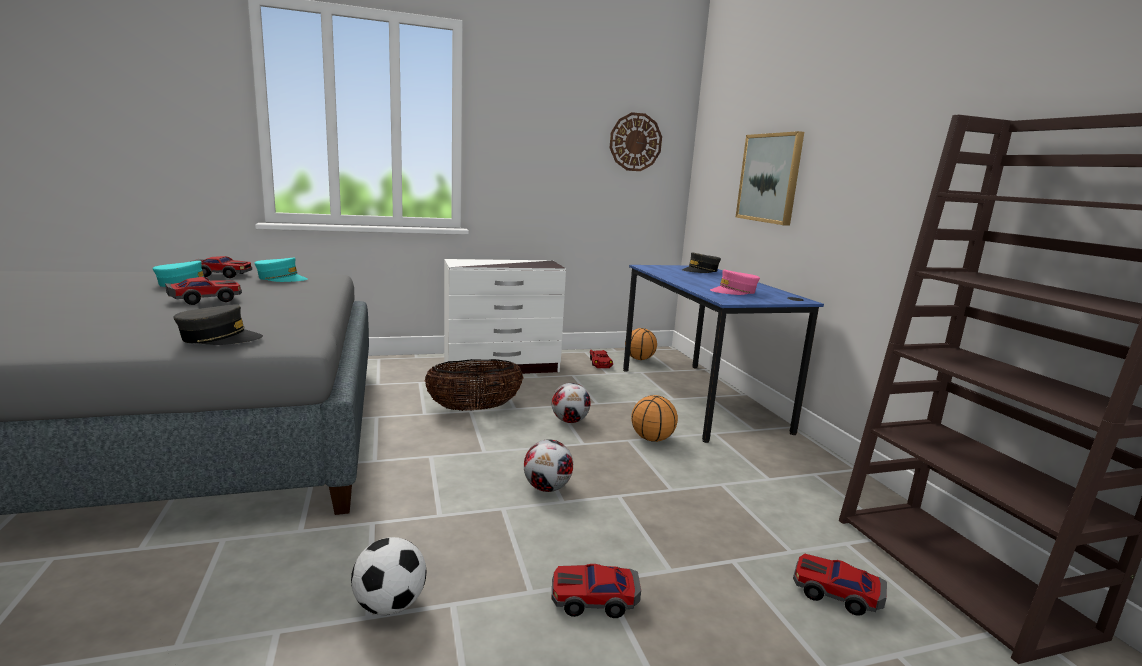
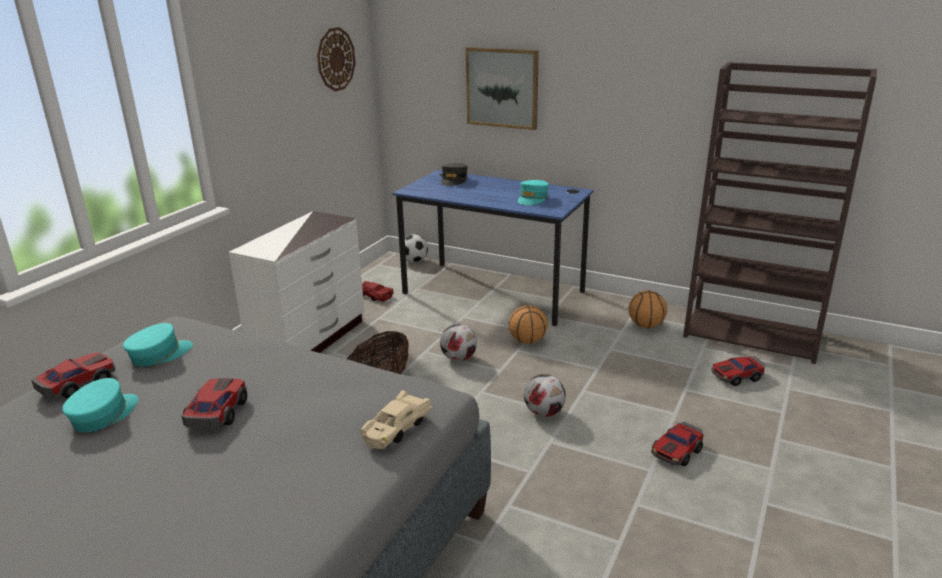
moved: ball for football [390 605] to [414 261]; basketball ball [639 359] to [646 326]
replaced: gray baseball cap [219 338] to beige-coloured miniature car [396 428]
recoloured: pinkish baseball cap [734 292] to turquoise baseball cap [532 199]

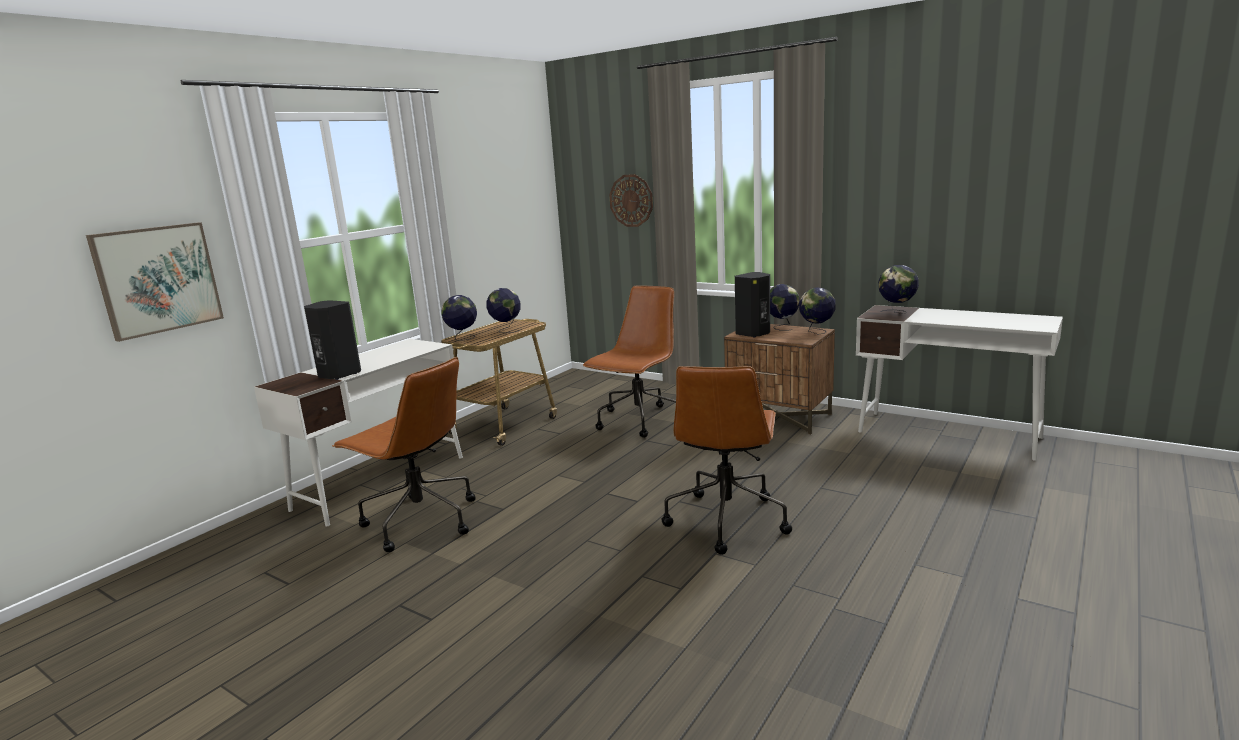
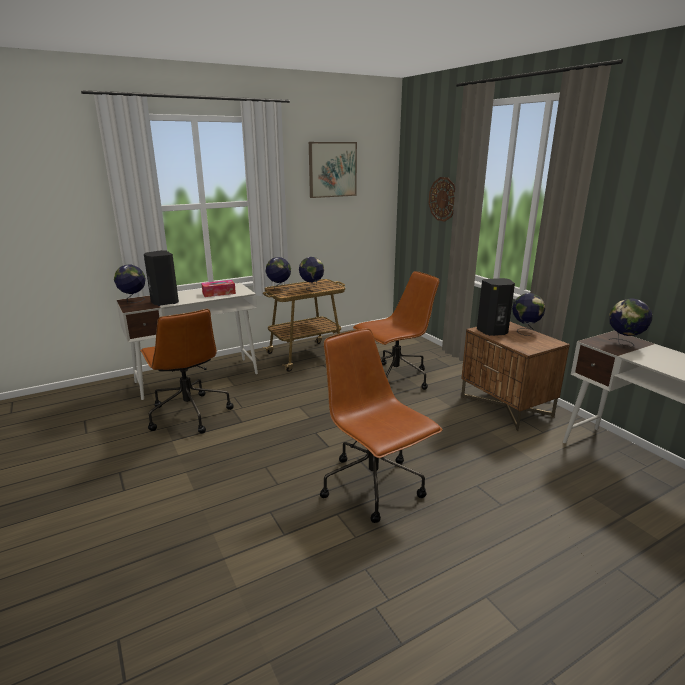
added: tissue holder [219 293]
moved: world globe [816 332] to [133 301]; picture [158 279] to [332 169]
turned: brown-coloured desk chair [726 519] = [374 487] 105 degrees clockwise

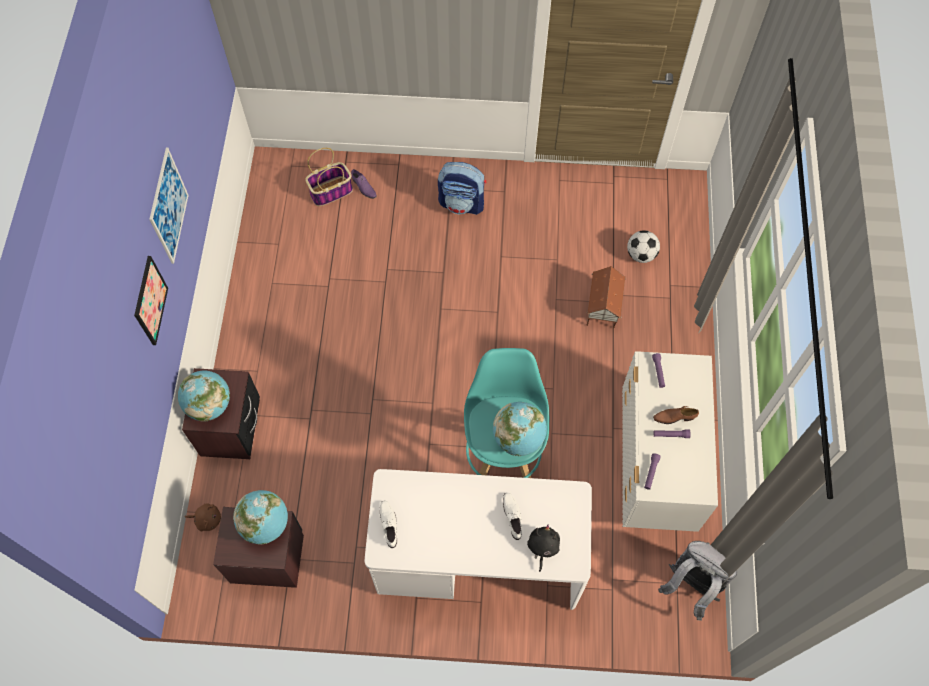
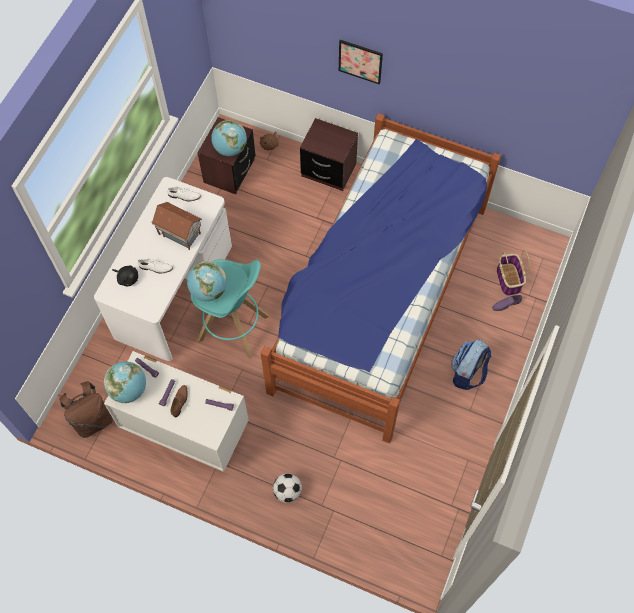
removed: picture [168 206]
added: bed [379 297]
moved: world globe [209 405] to [129 389]; miniature house [602 308] to [180 232]; ball for football [641 254] to [287 491]
recoloured: gray rucksack [690 585] to brown-coloured rucksack [92 419]

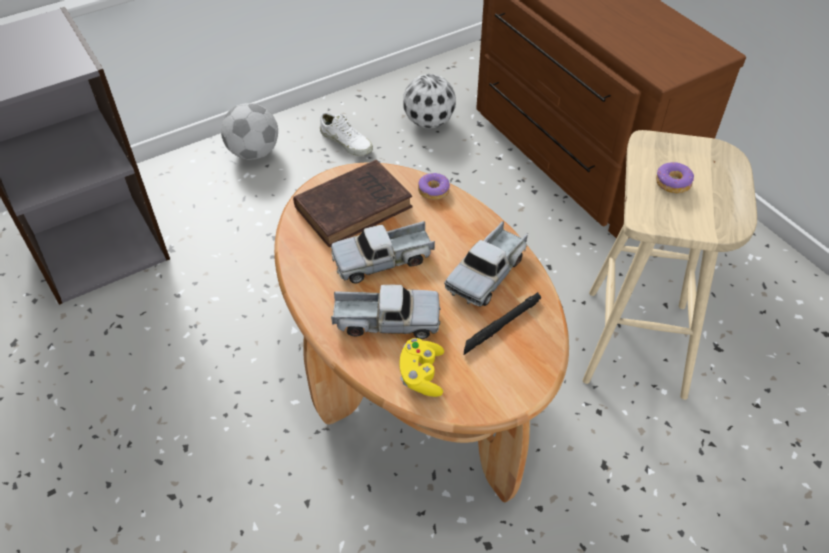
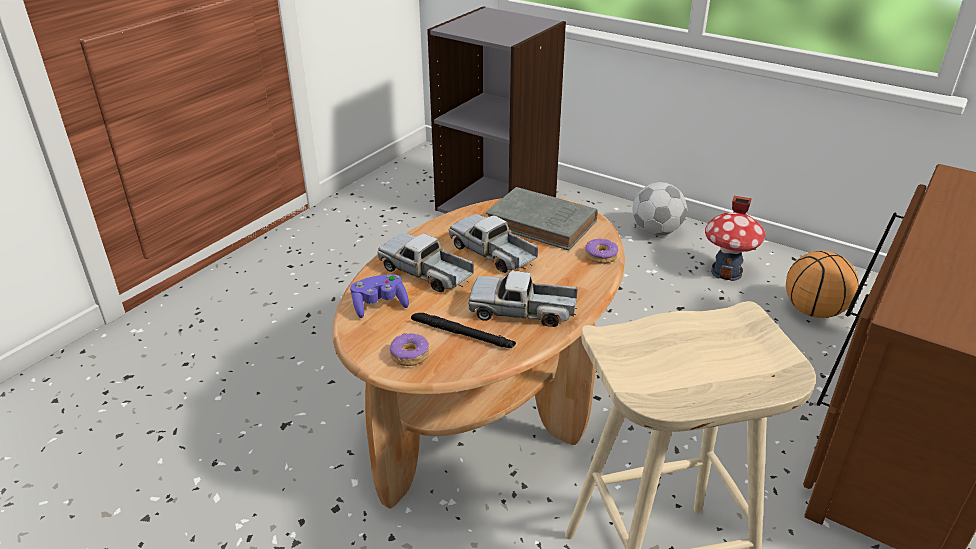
moved: ring doughnut [673 183] to [409 355]
replaced: whitish item of footwear [347 141] to miniature house [726 272]; ball for football [429 122] to basketball ball [814 311]
recoloured: yellow game controller [421 375] to purplish game controller [379 305]; brown-coloured volume [356 206] to gray volume [544 224]
turned: model truck [386 320] = [427 273] 150 degrees clockwise

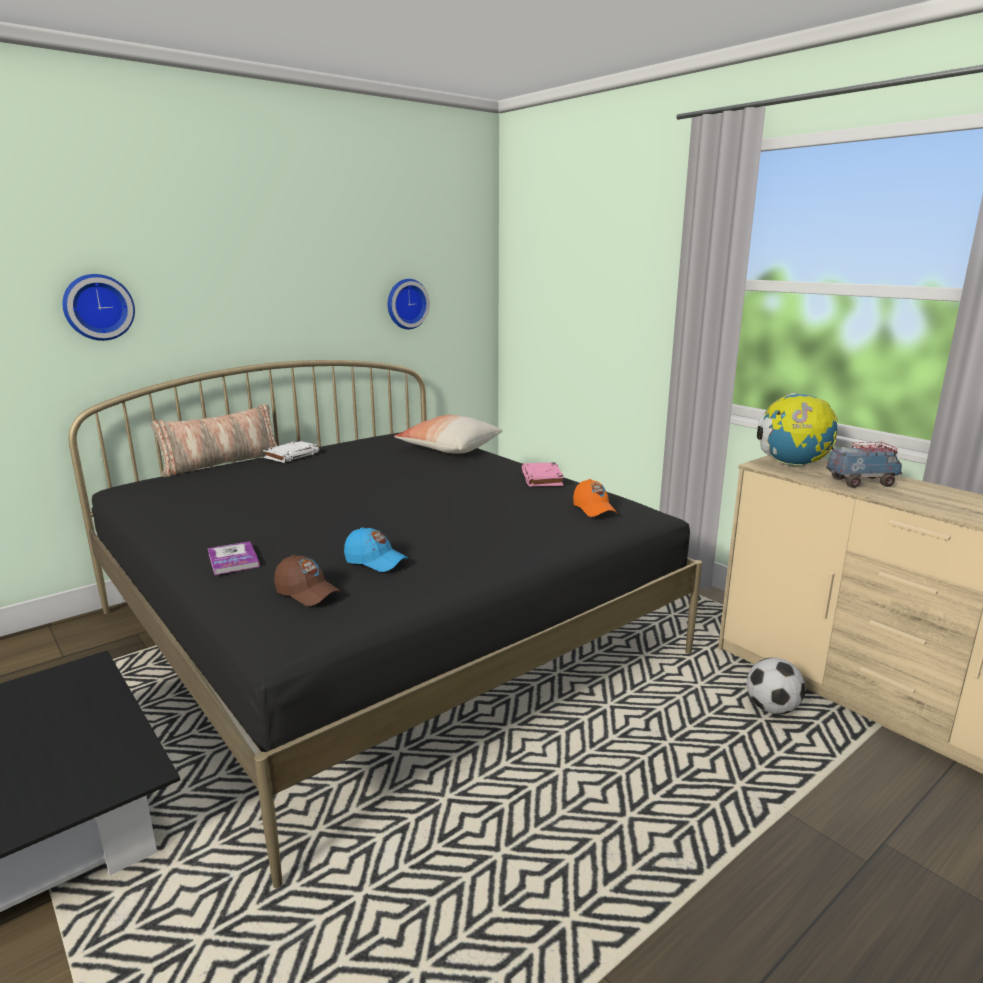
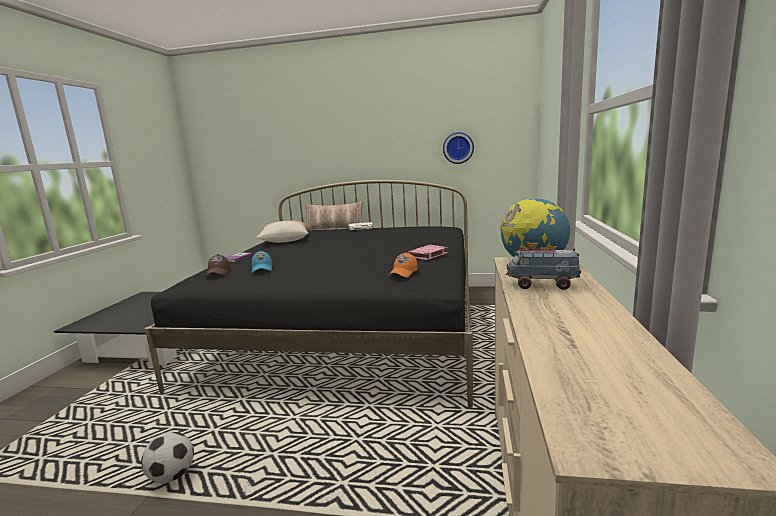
removed: wall clock [98 307]
moved: ball for football [772 708] to [172 476]; throw pillow [449 449] to [285 240]
turned: model truck [861 482] = [542 284] 150 degrees clockwise

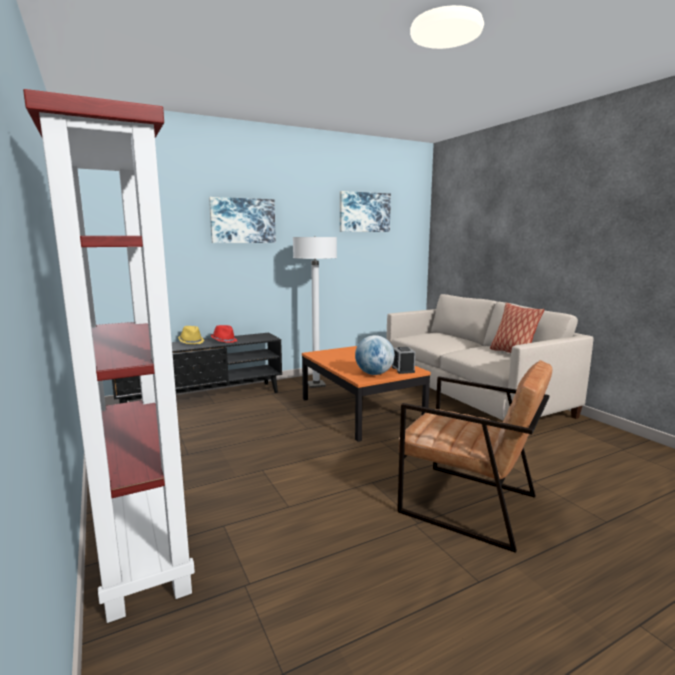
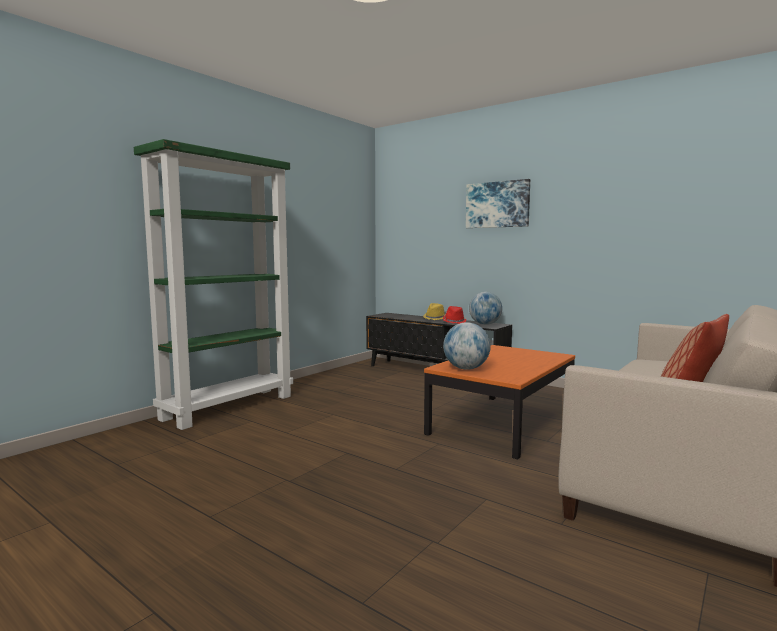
removed: whitish standing lamp [316 385]; picture [364 212]; bedside clock [403 370]; brown-coloured lounge chair [468 504]
added: world globe [485 324]
recoloured: red-coloured bookshelf [138 538] to greenish bookshelf [229 407]

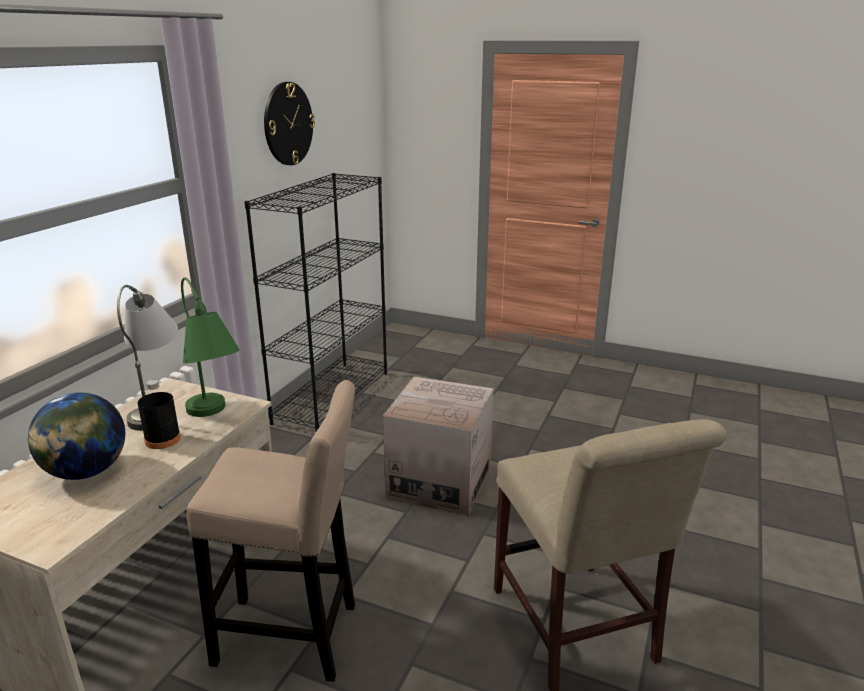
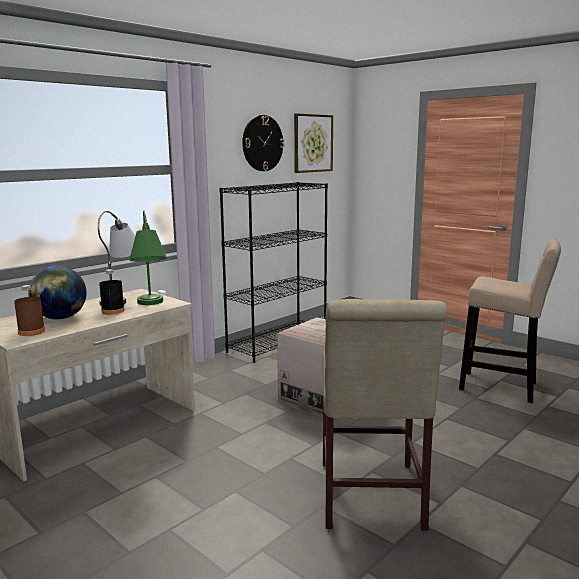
added: brown-coloured bottle [31 331]; picture [313 143]
moved: beige-coloured stool seat [294 637] to [503 387]

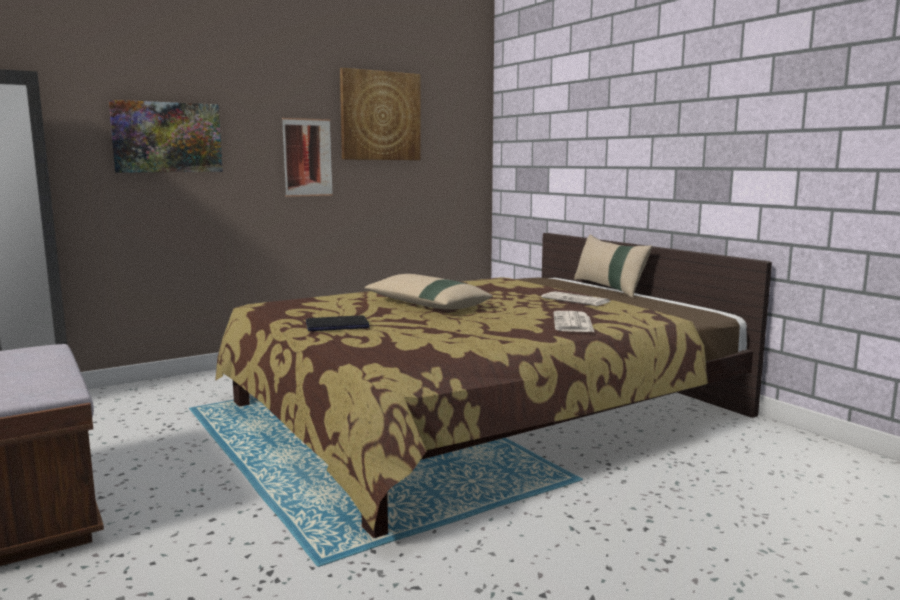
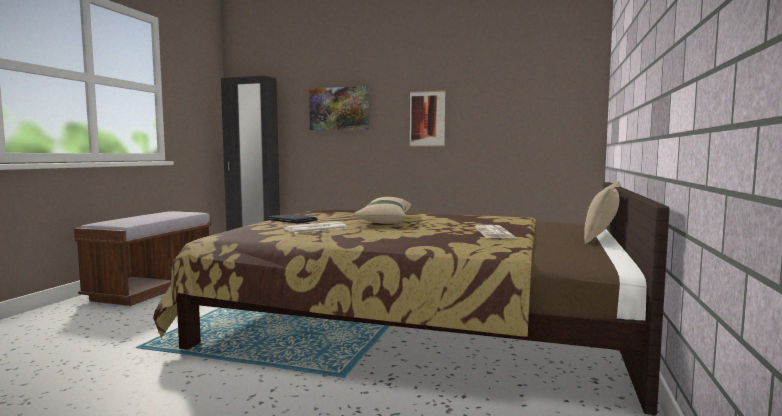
removed: picture [380 116]
moved: printed paper [573 323] to [315 229]

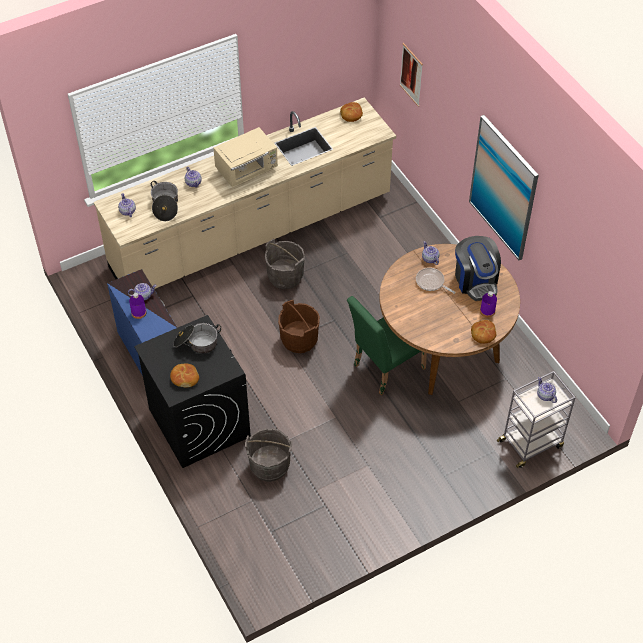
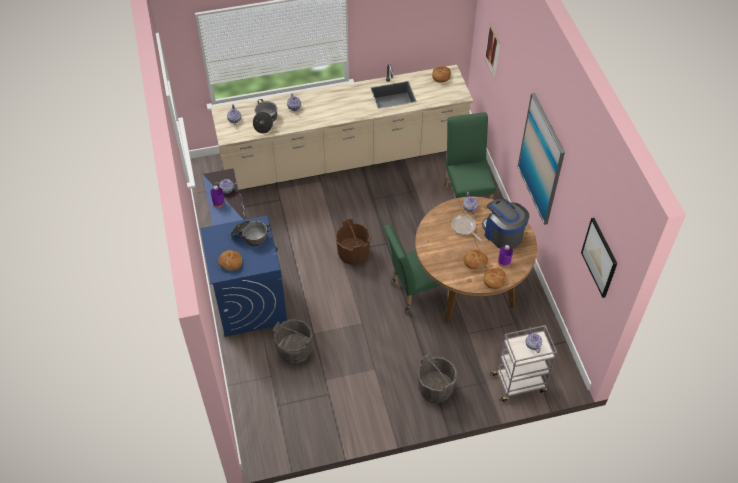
removed: beige-coloured kitchen microwave [247 170]
added: greenish plain chair [466 196]; baked bread [474 261]; picture [599 257]
moved: gray bucket [285 276] to [435 389]
recoloured: blackish laundry appliance [198 422] to bluish laundry appliance [250 302]
turned: coffee brewer [475 280] = [502 234] 150 degrees clockwise

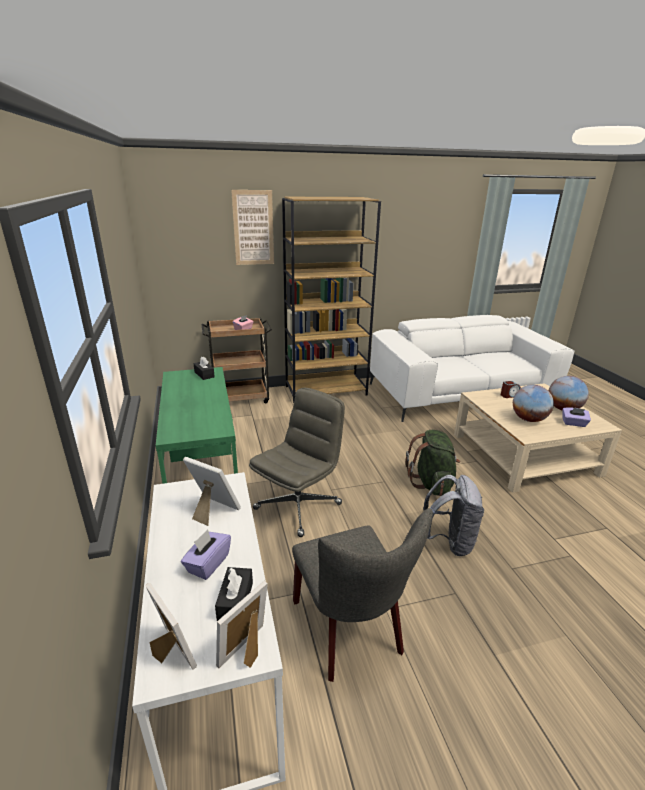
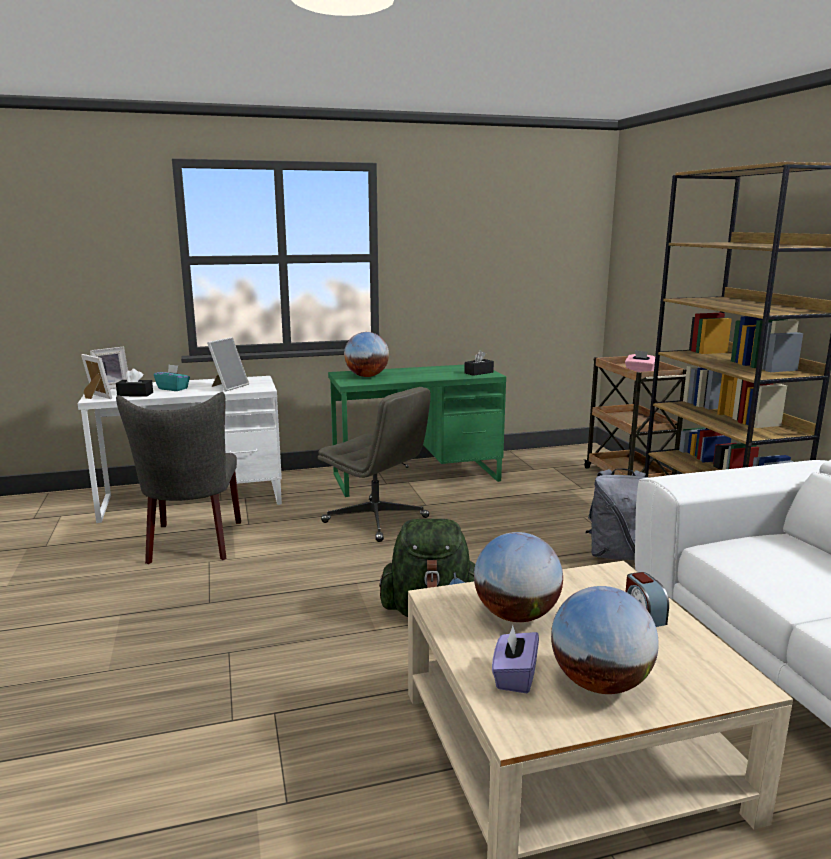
removed: picture [253 228]
added: world globe [367 376]
moved: gray rucksack [449 541] to [617 555]
recoloured: purplish tissue holder [208 563] to turquoise tissue holder [173 388]
turned: gray plain chair [351 631] = [193 544] 75 degrees counterclockwise

